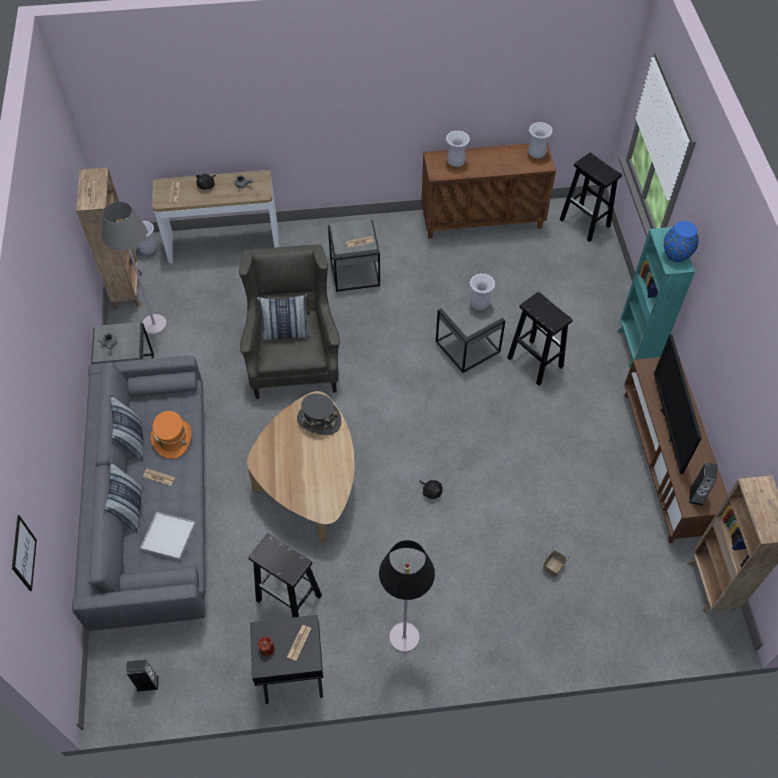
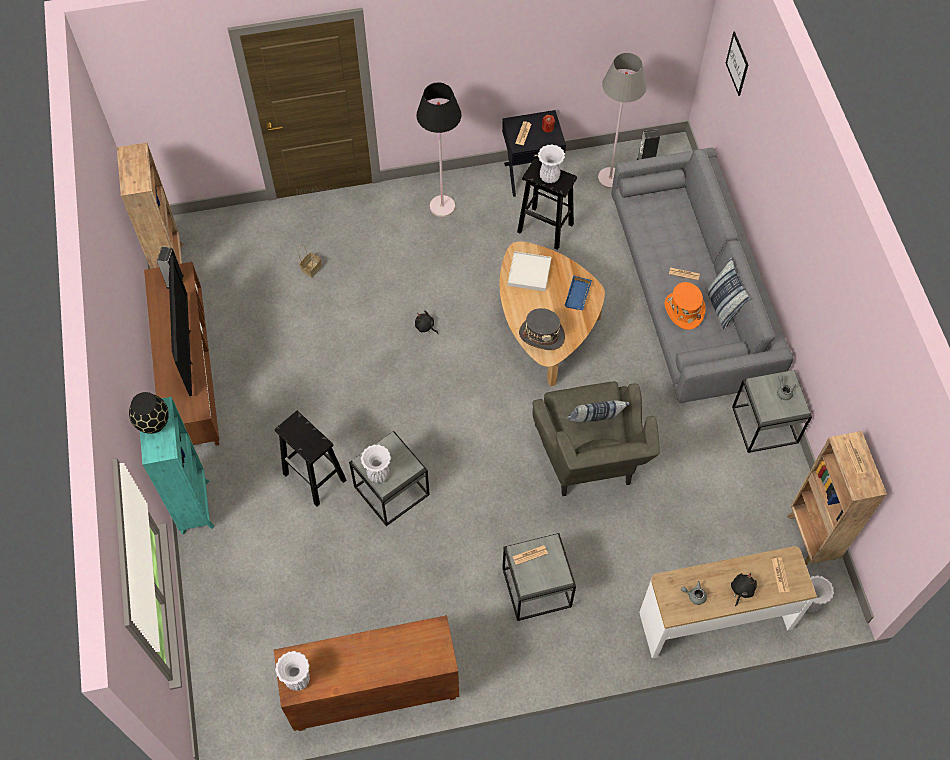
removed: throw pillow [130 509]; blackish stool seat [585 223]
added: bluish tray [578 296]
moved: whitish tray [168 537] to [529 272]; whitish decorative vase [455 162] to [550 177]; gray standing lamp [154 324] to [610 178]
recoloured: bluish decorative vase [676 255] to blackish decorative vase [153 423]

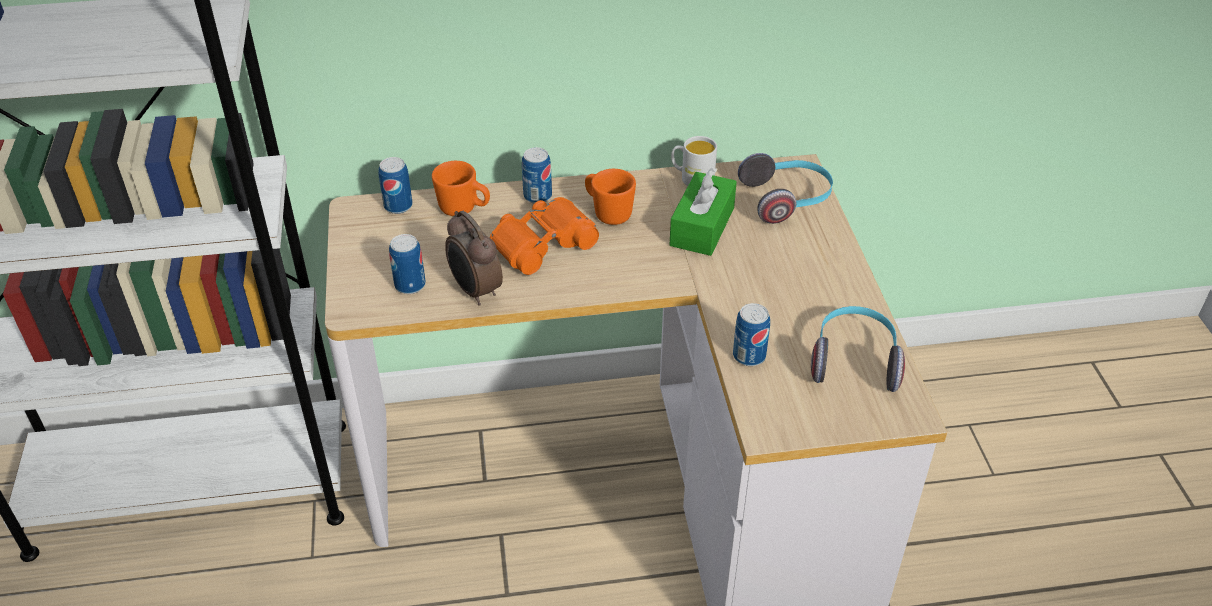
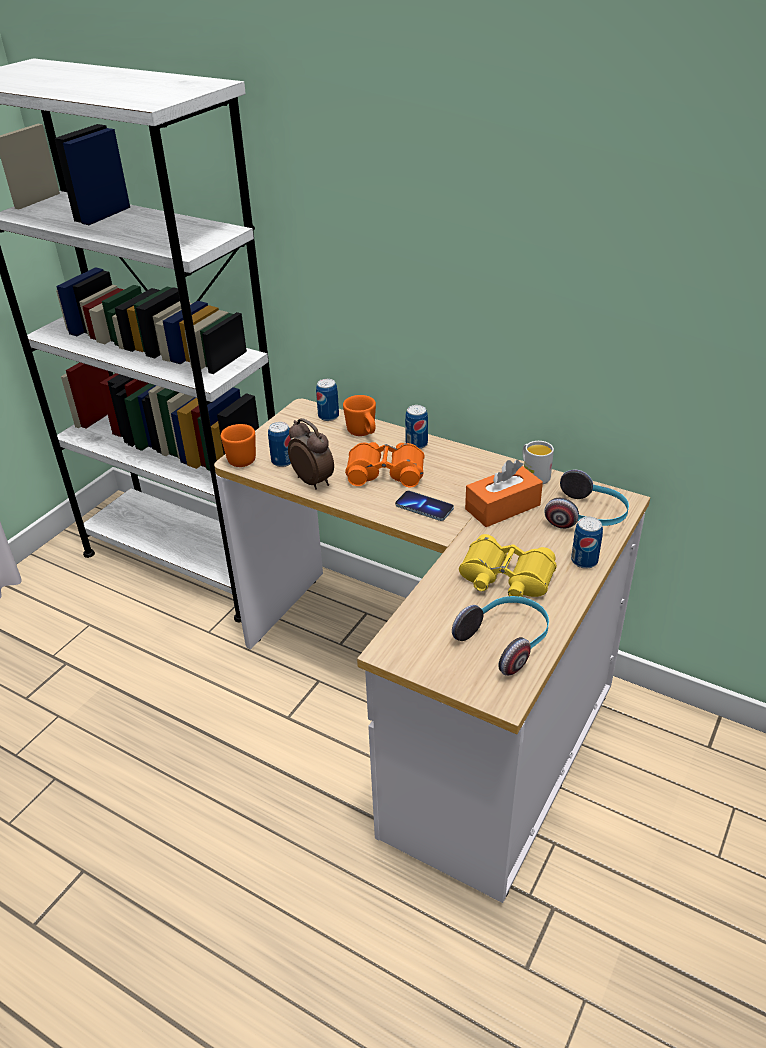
added: phone [424 507]; yellow field glasses [506 578]
moved: orange-coloured tea mug [607 212] to [241 458]; can [749 356] to [584 561]
recoloured: greenish tissue holder [702 226] to orange-coloured tissue holder [502 507]
turned: bedside clock [475 291] = [313 481] 135 degrees clockwise

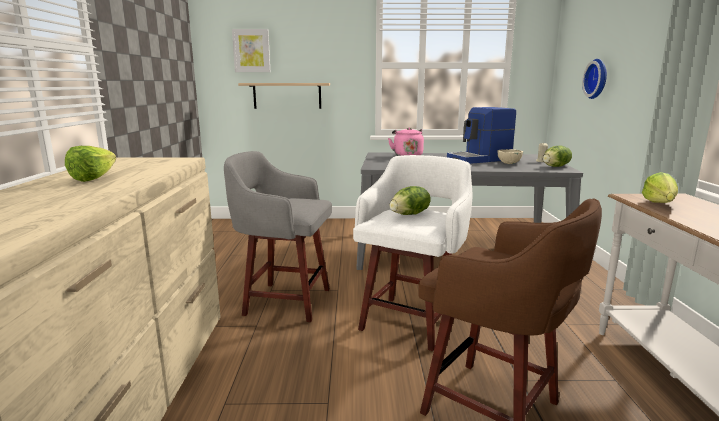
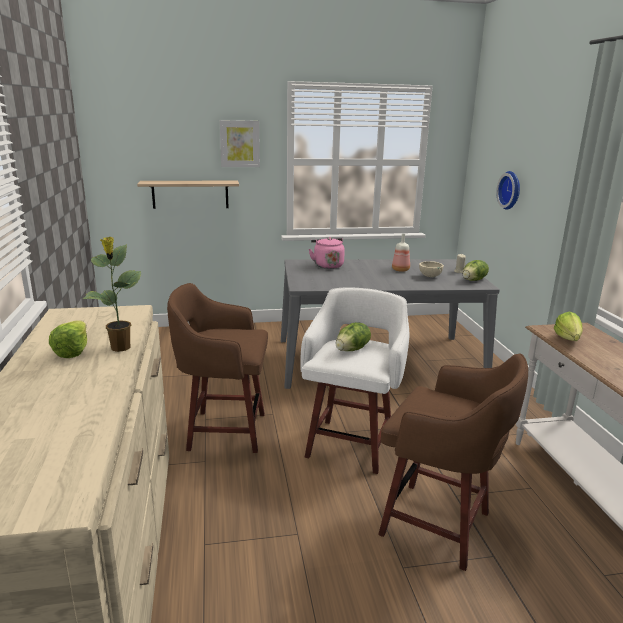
added: potted plant [120 348]
moved: picture [251 51] to [239 143]
replaced: coffee brewer [480 159] to bottle [401 270]
recoloured: gray stool seat [284 301] to brown-coloured stool seat [223 431]

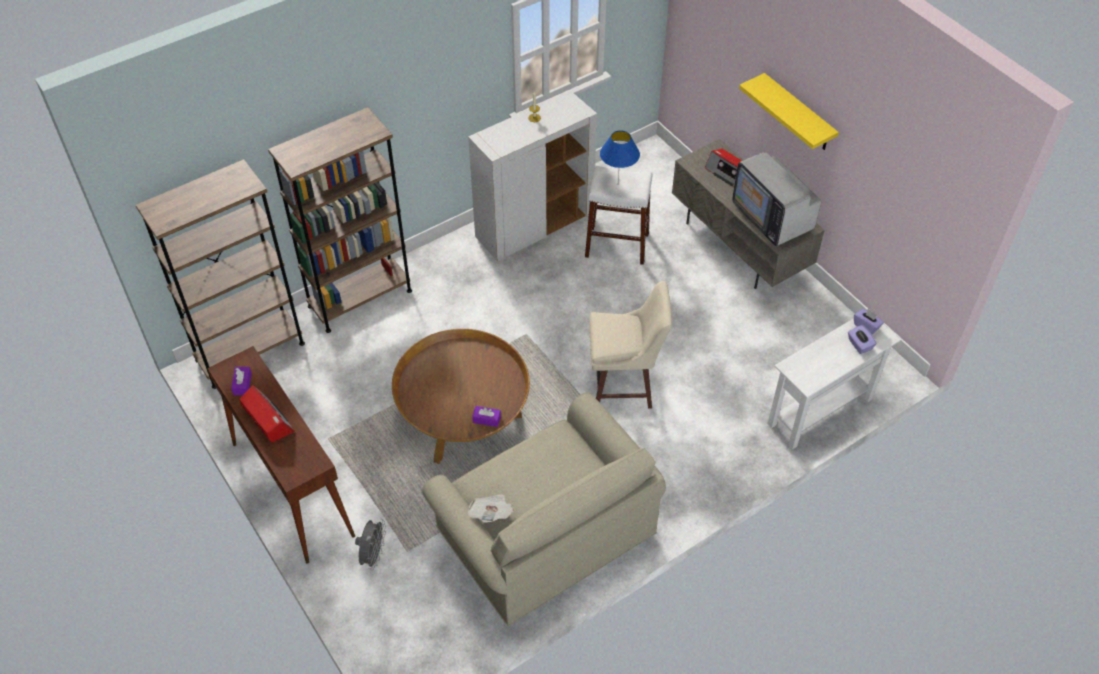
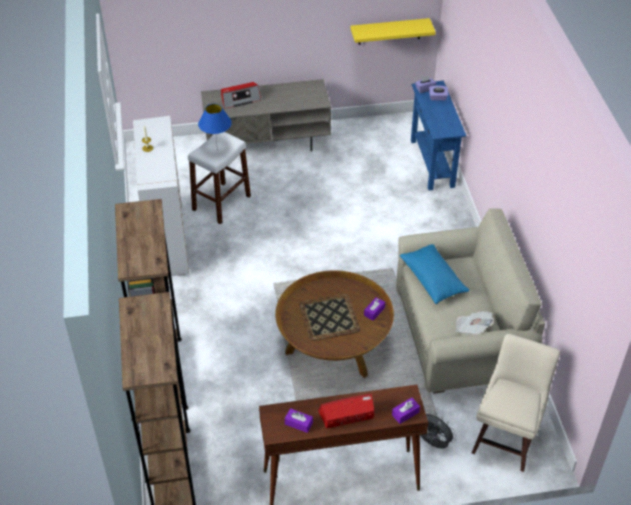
removed: TV [772 218]
added: tray [328 318]; purplish tissue holder [405 413]; bluish throw pillow [433 280]
moved: yellow wall shelf [798 114] to [389 31]; beige-coloured stool seat [624 386] to [506 439]
recoloured: whitish narrow table [820 411] to bluish narrow table [432 163]

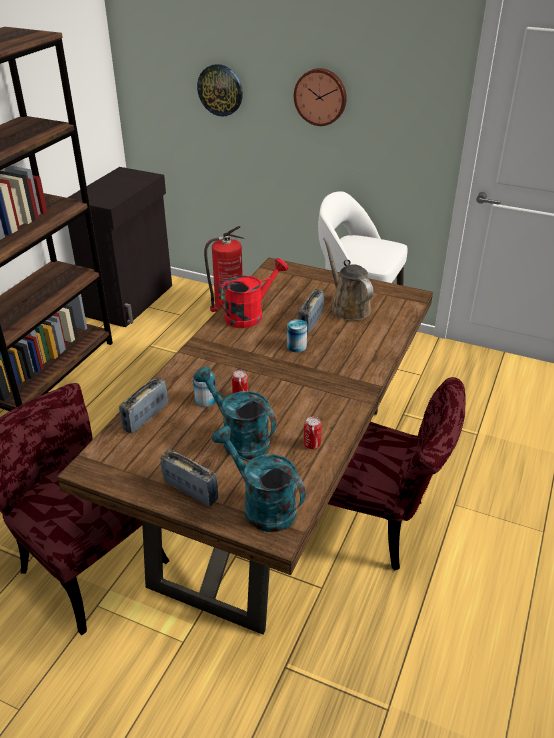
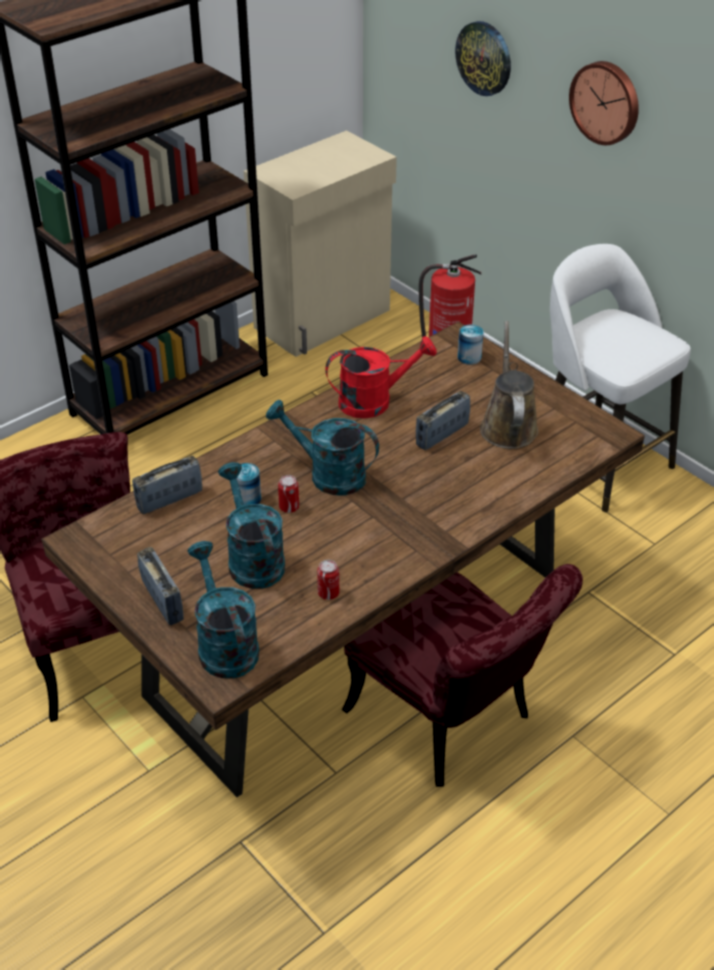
added: turquoise watering can [328 475]
moved: can [296 346] to [469 357]
recoloured: blackish cupboard [132 300] to beige-coloured cupboard [324 319]

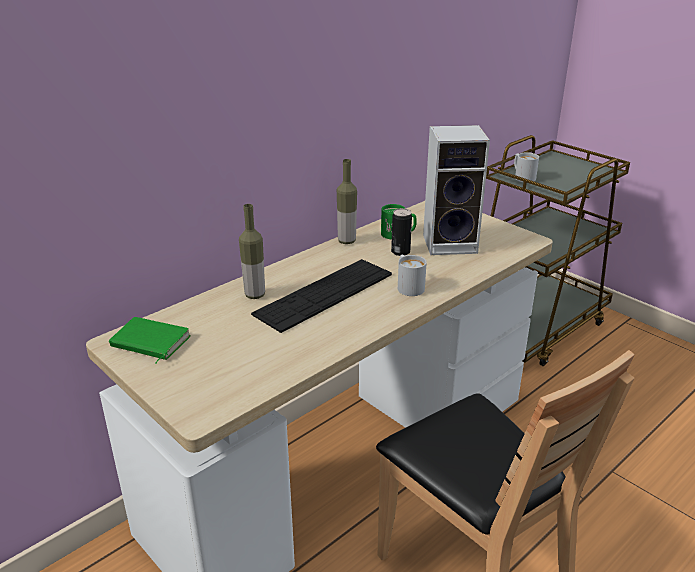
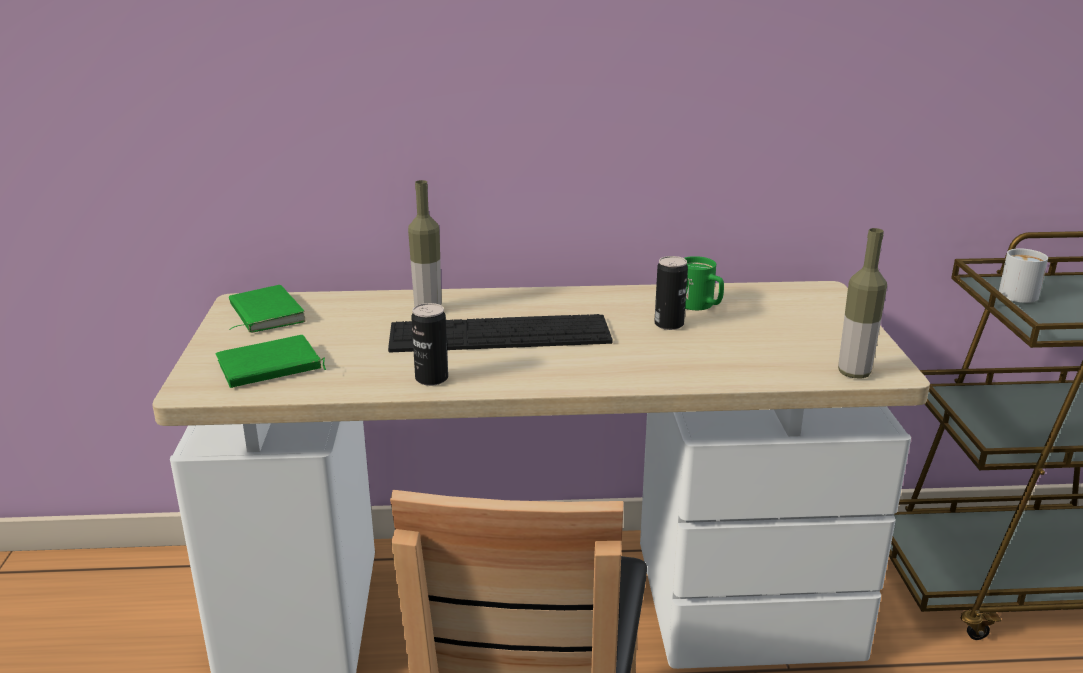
removed: whitish tea mug [408 286]; audio speaker [452 243]
added: greenish volume [270 368]; can [431 379]
moved: bottle [346 241] to [854 373]

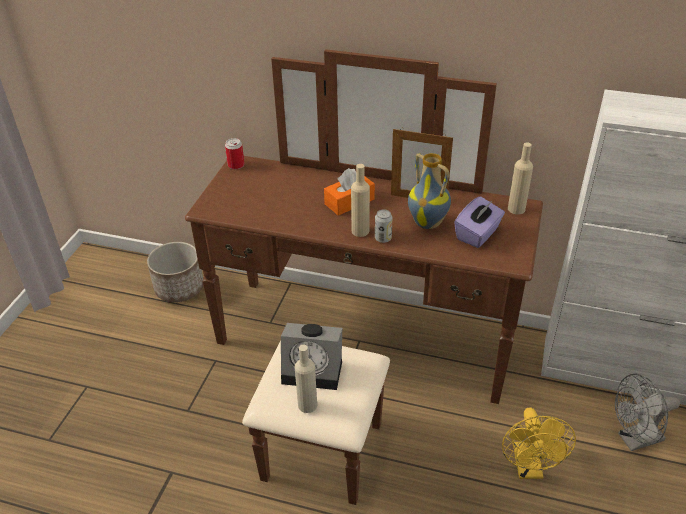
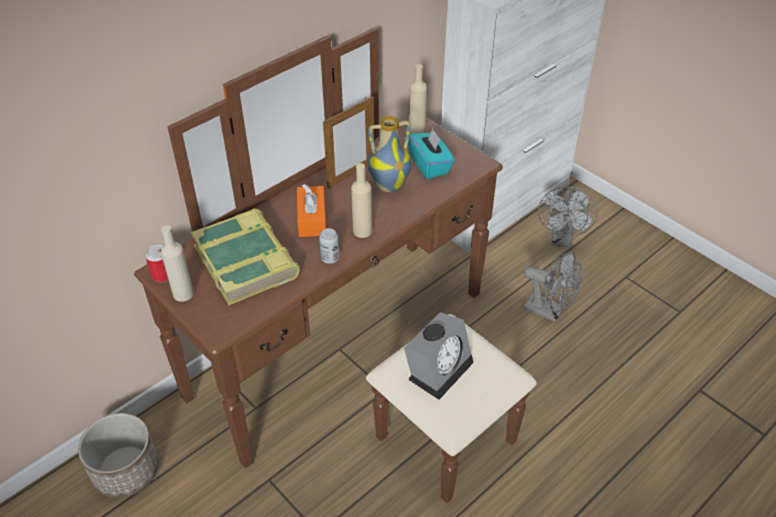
added: volume [247 262]
moved: beige-coloured bottle [307 405] to [183 293]; can [383 238] to [330 258]
recoloured: purplish tissue holder [478 234] to turquoise tissue holder [430 165]; yellow cooling fan [529 468] to gray cooling fan [549 311]

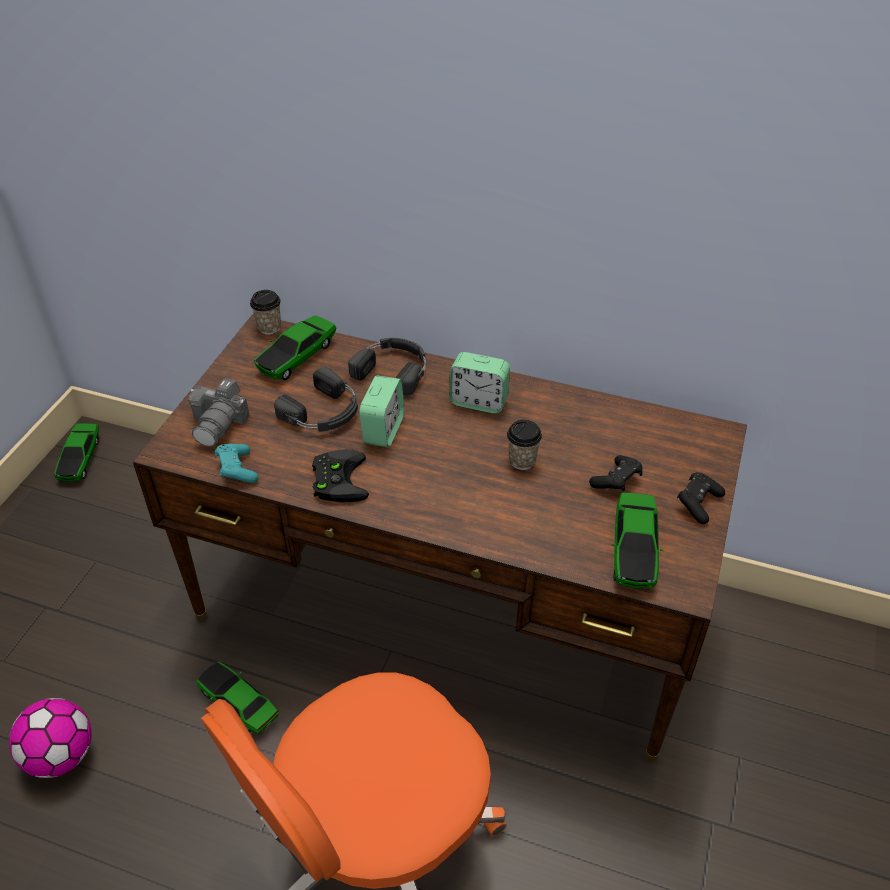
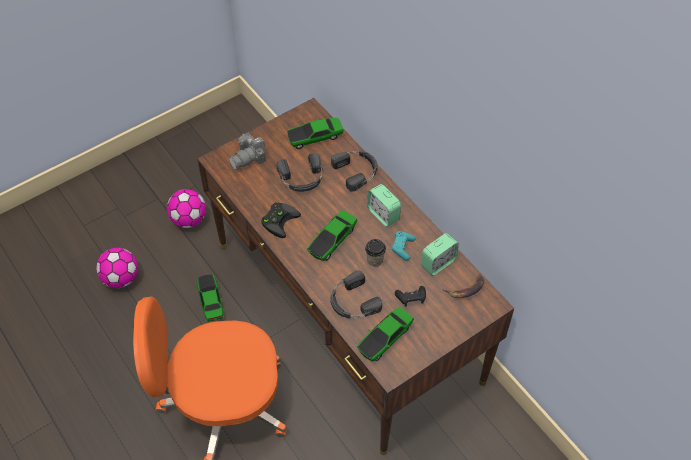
removed: drinking cup [269 327]; blackish game controller [698 503]
added: ball for football [189 219]; blackish headset [352 301]; banana fruit [466 290]
moved: miniature car [80 459] to [332 240]; turquoise game controller [237 470] to [402 248]; bedside clock [383 430] to [438 263]

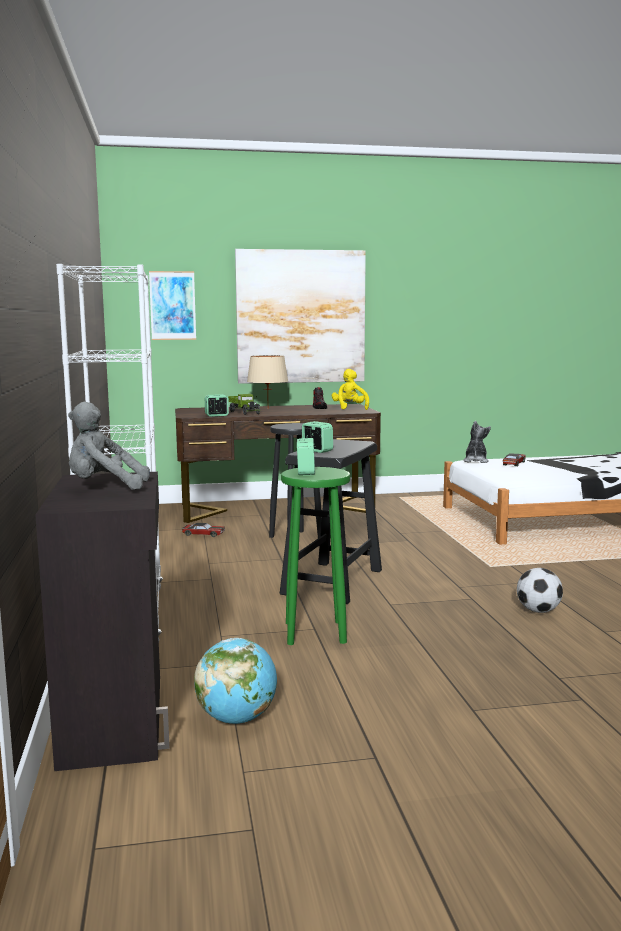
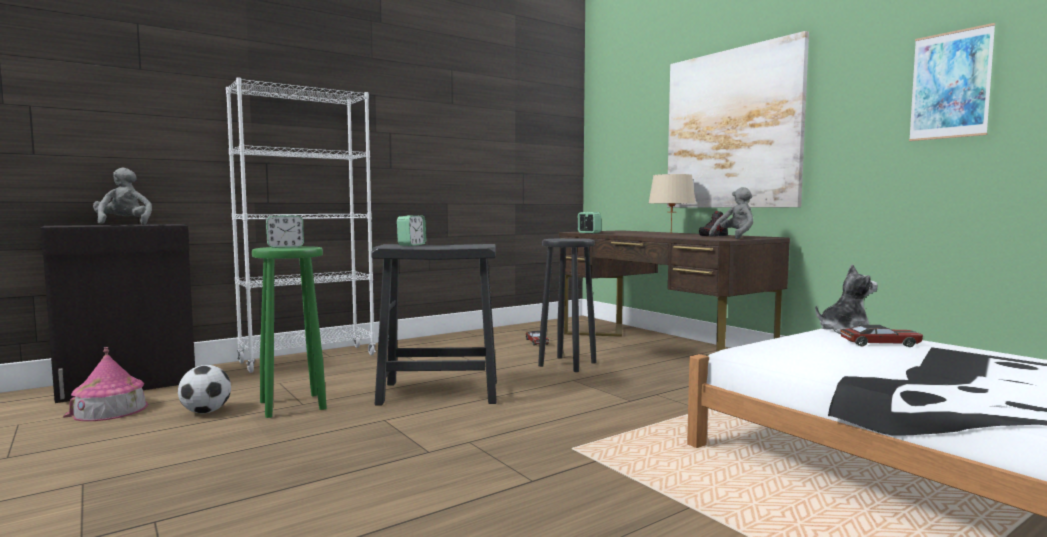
removed: model truck [244 412]
moved: ball for football [538 611] to [206 412]; picture [172 305] to [950 85]
replaced: world globe [237 719] to miniature house [110 410]
recoloured: yellow soft toy [349 408] to gray soft toy [735 237]

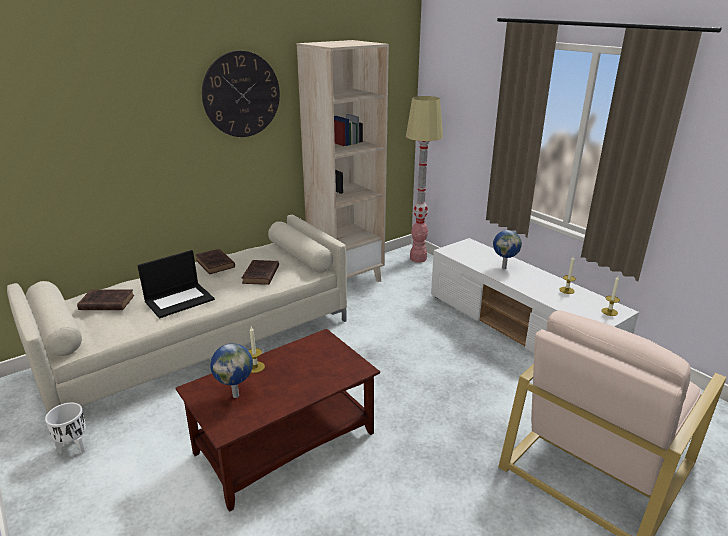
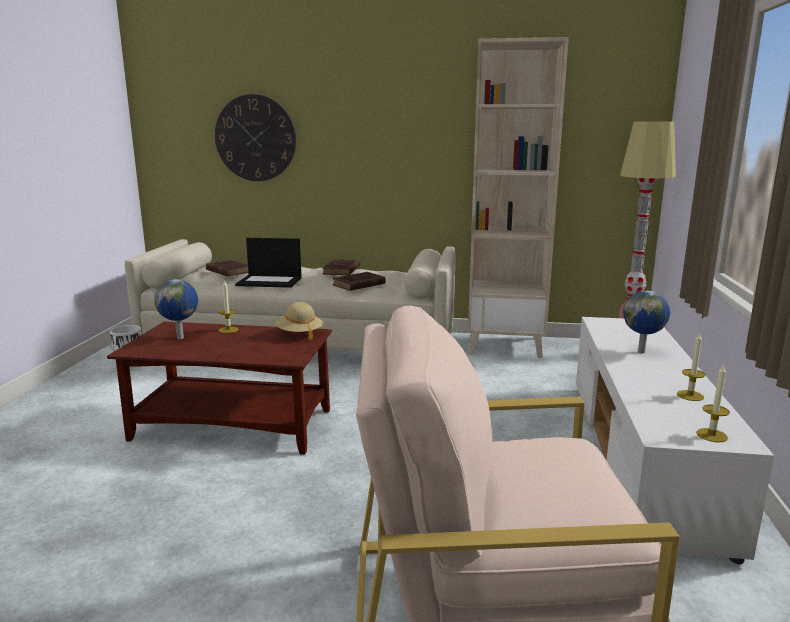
added: beige-coloured clothing hat [299 334]
moved: wall clock [241 94] to [255 138]

